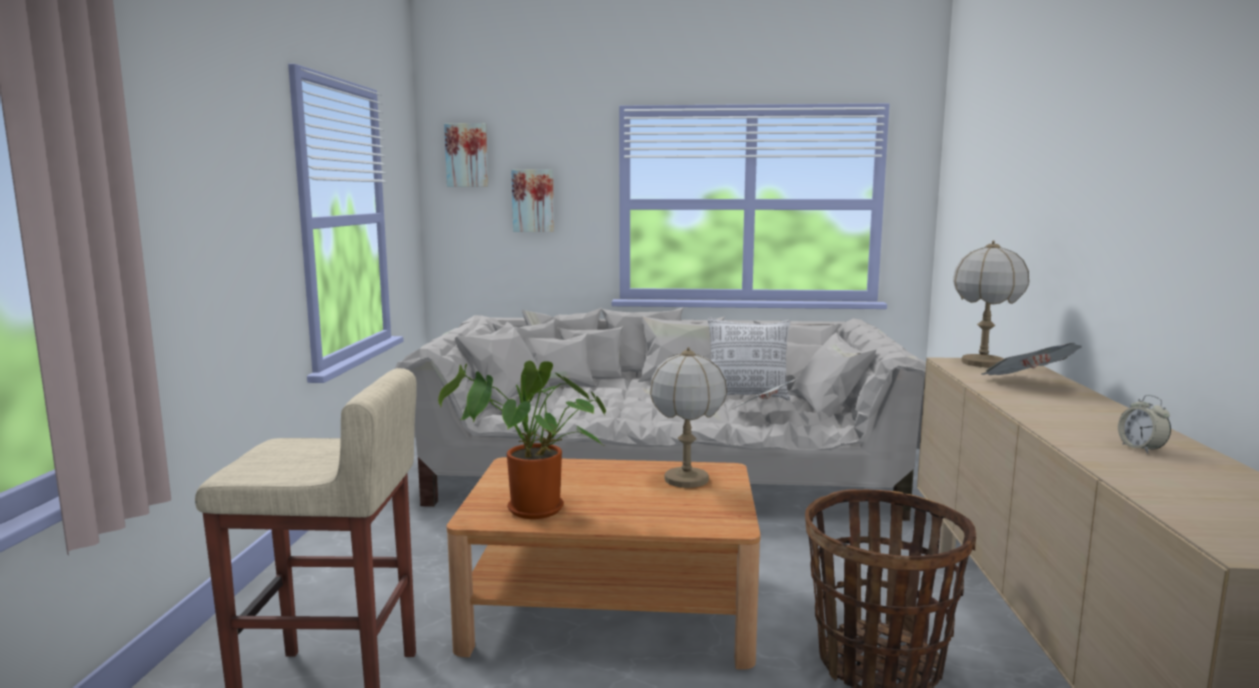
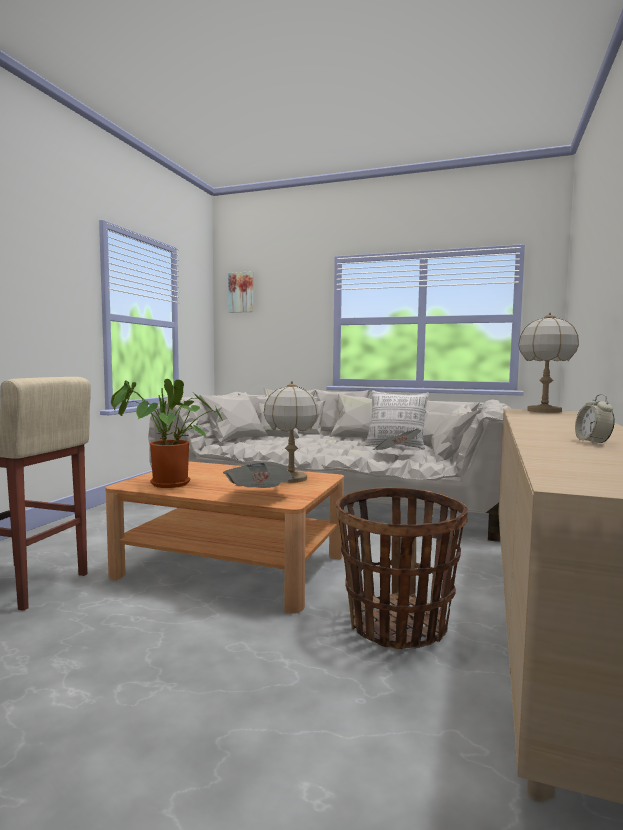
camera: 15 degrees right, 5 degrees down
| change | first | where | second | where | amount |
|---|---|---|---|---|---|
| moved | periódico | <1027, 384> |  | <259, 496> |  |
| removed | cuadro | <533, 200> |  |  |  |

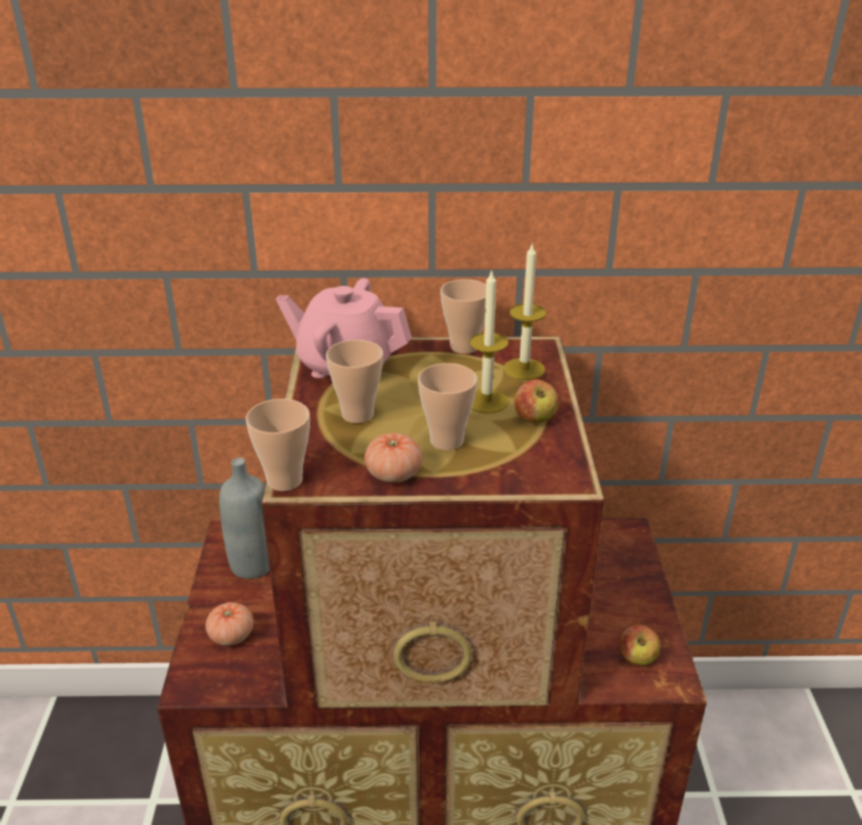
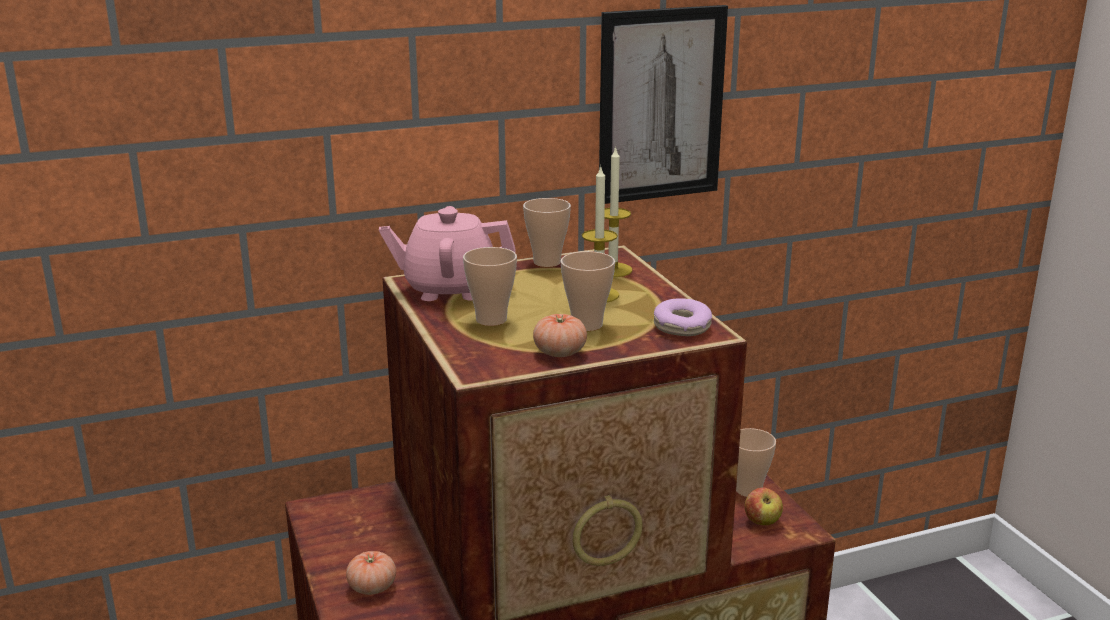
camera: 20 degrees left, 10 degrees down
| change | first | where | second | where | amount |
|---|---|---|---|---|---|
| added |  |  | cuadro | <661, 105> |  |
| added |  |  | rosquilla | <681, 327> |  |
| moved | taza | <284, 480> |  | <748, 490> |  |
| removed | botella (gris) | <252, 565> |  |  |  |
| removed | manzana | <535, 419> |  |  |  |

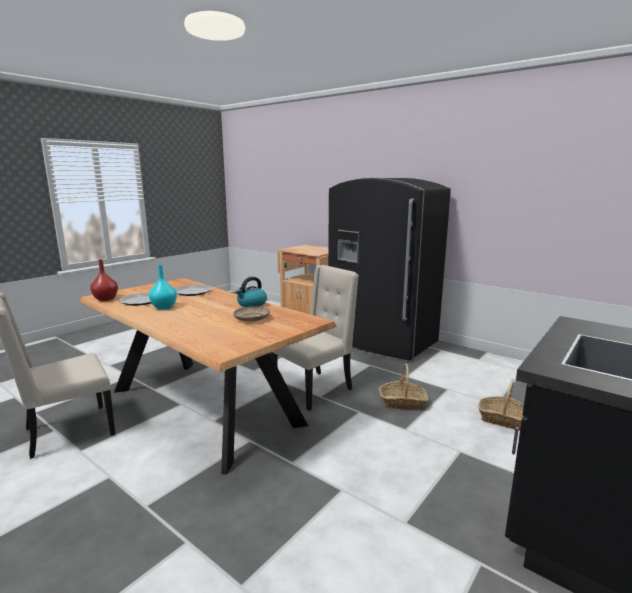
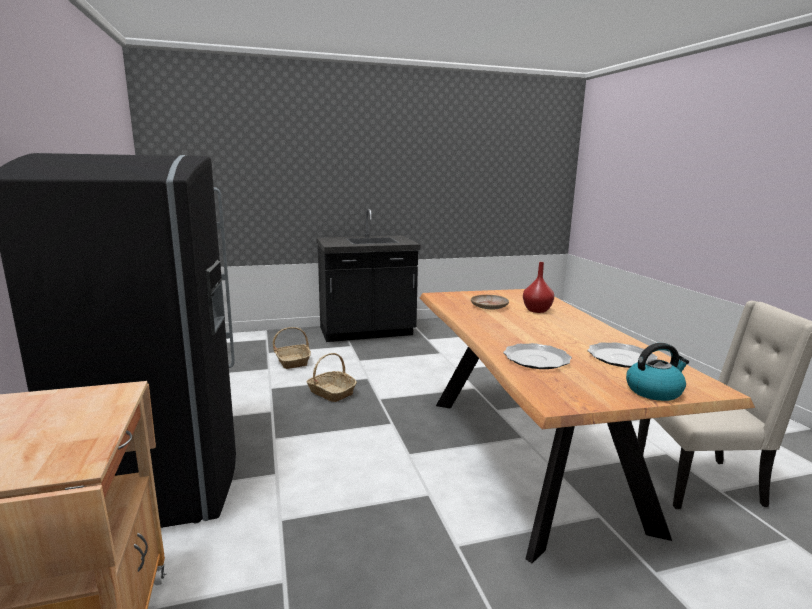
camera: 145 degrees left, 0 degrees up
| change | first | where | second | where | amount |
|---|---|---|---|---|---|
| moved | florero (rojo) | <106, 299> |  | <536, 310> |  |
| moved | hervidor | <251, 304> |  | <654, 391> |  |
| removed | florero (turquesa) | <163, 307> |  |  |  |
| removed | silla (beis) | <314, 389> |  |  |  |

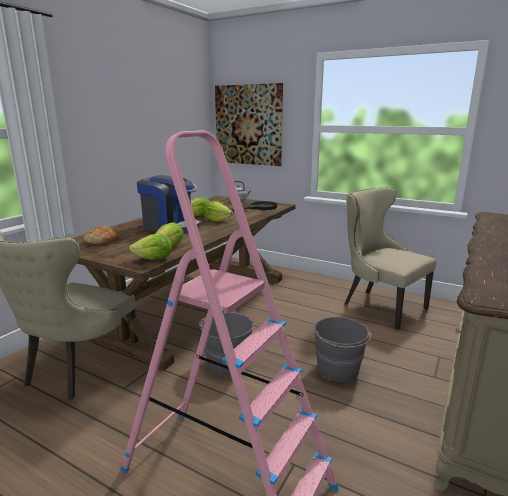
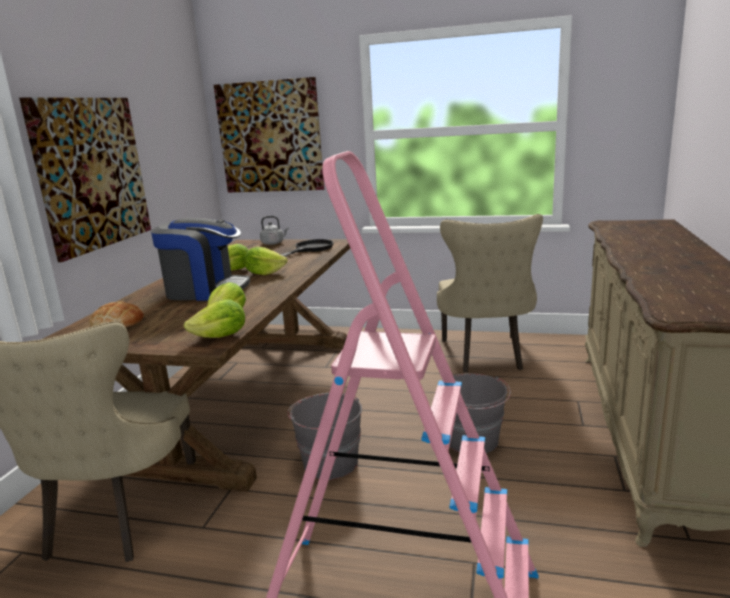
camera: 15 degrees left, 0 degrees up
| change | first | where | second | where | amount |
|---|---|---|---|---|---|
| added |  |  | cuadro | <92, 174> |  |
| turned | silla (beis) | <380, 306> |  | <485, 355> | 120 degrees counterclockwise |

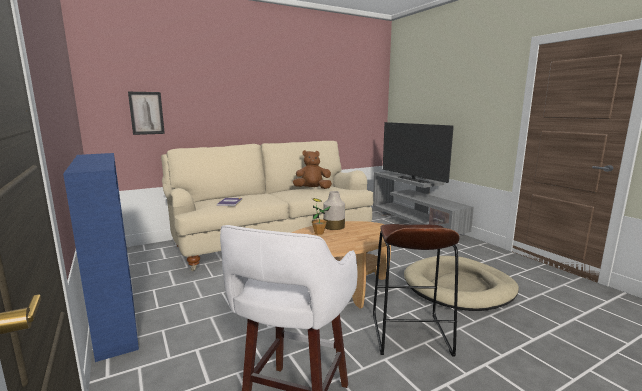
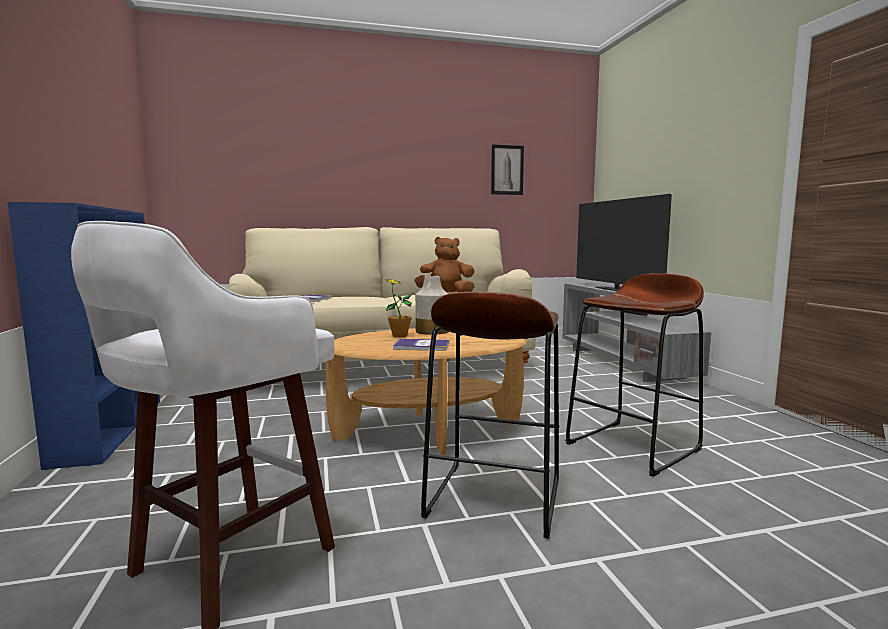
camera: 15 degrees right, 5 degrees down
| change | first | where | second | where | amount |
|---|---|---|---|---|---|
| added |  |  | libro | <421, 346> |  |
| moved | cuadro | <146, 113> |  | <507, 170> |  |
| replaced | cama para perro (beis) | <458, 287> | taburete (marrón) | <633, 446> |  |

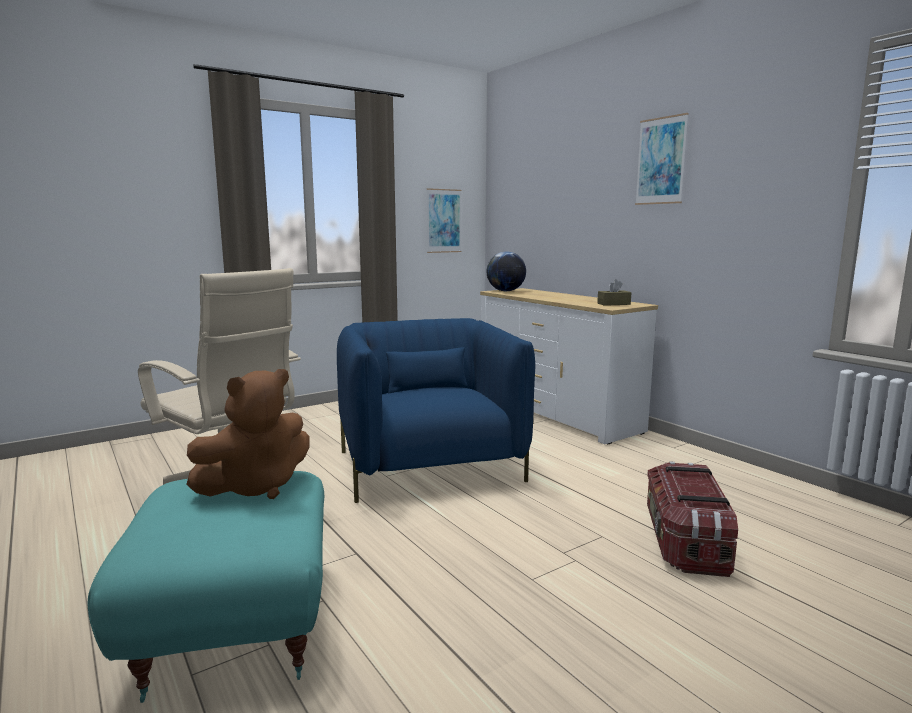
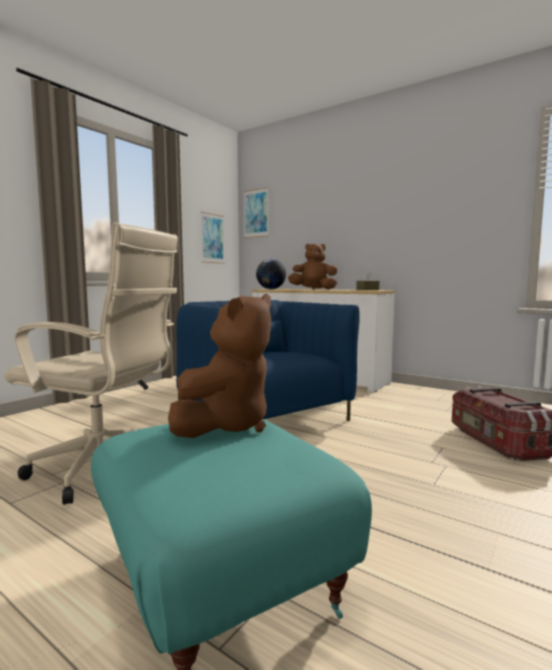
camera: 20 degrees left, 5 degrees down
| change | first | where | second | where | amount |
|---|---|---|---|---|---|
| moved | cuadro | <661, 161> |  | <256, 213> |  |
| added |  |  | peluche (marrón) | <313, 289> |  |

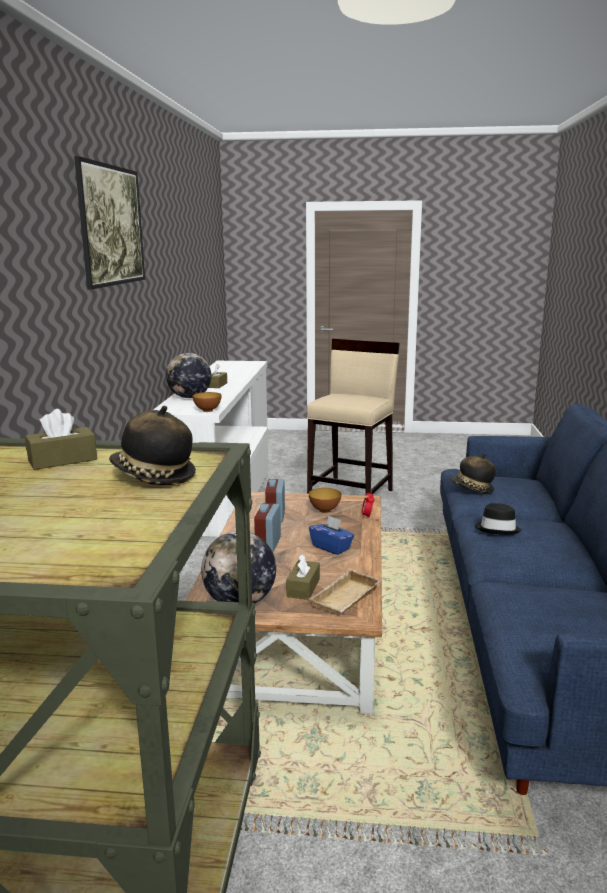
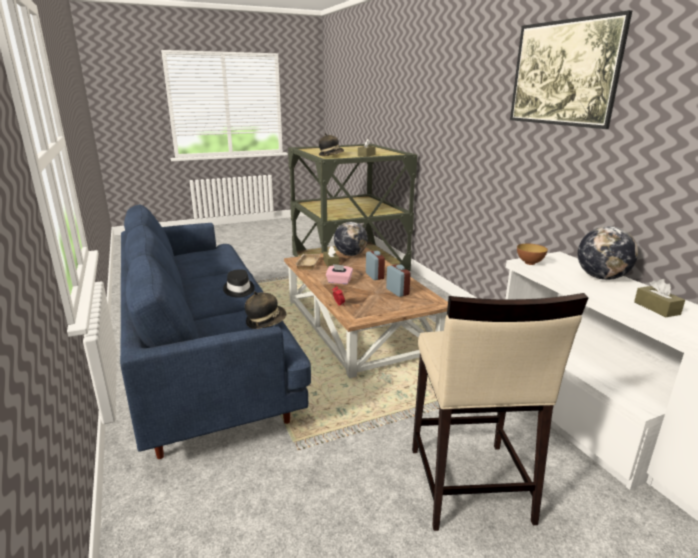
camera: 150 degrees right, 5 degrees up
| change | first | where | second | where | amount |
|---|---|---|---|---|---|
| recoloured | caja de pañuelos (azul) | <331, 547> | caja de pañuelos (rosa) | <339, 282> |  |
| removed | cuenco | <324, 510> |  |  |  |

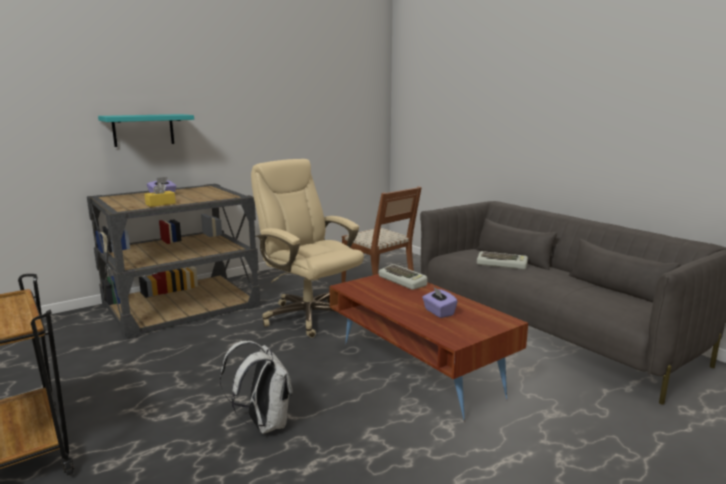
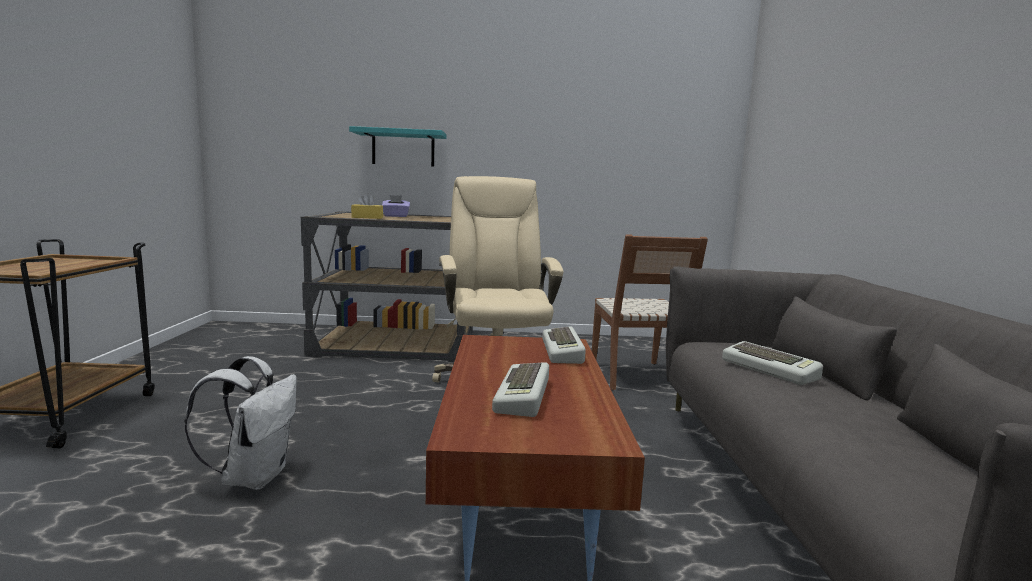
camera: 35 degrees right, 5 degrees down
| change | first | where | second | where | amount |
|---|---|---|---|---|---|
| replaced | caja de pañuelos (morado) | <438, 312> | teclado | <525, 396> |  |

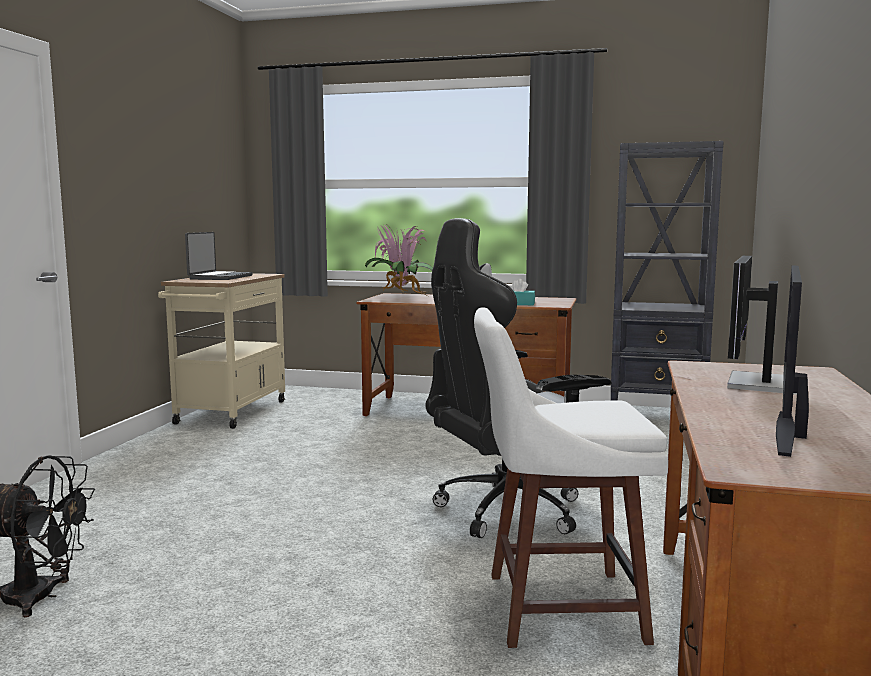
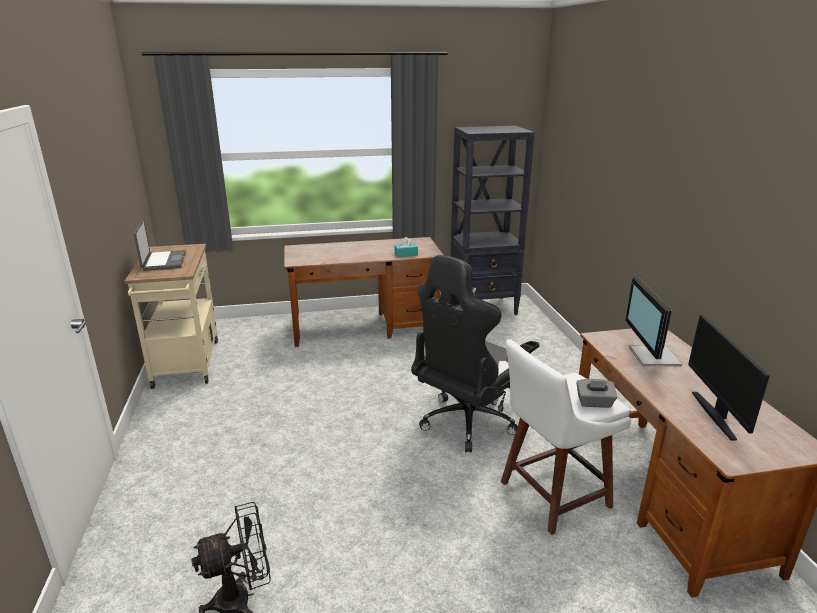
camera: 25 degrees left, 15 degrees up
| change | first | where | second | where | amount |
|---|---|---|---|---|---|
| added |  |  | caja de pañuelos (gris) | <594, 403> |  |
| removed | planta en maceta | <400, 296> |  |  |  |

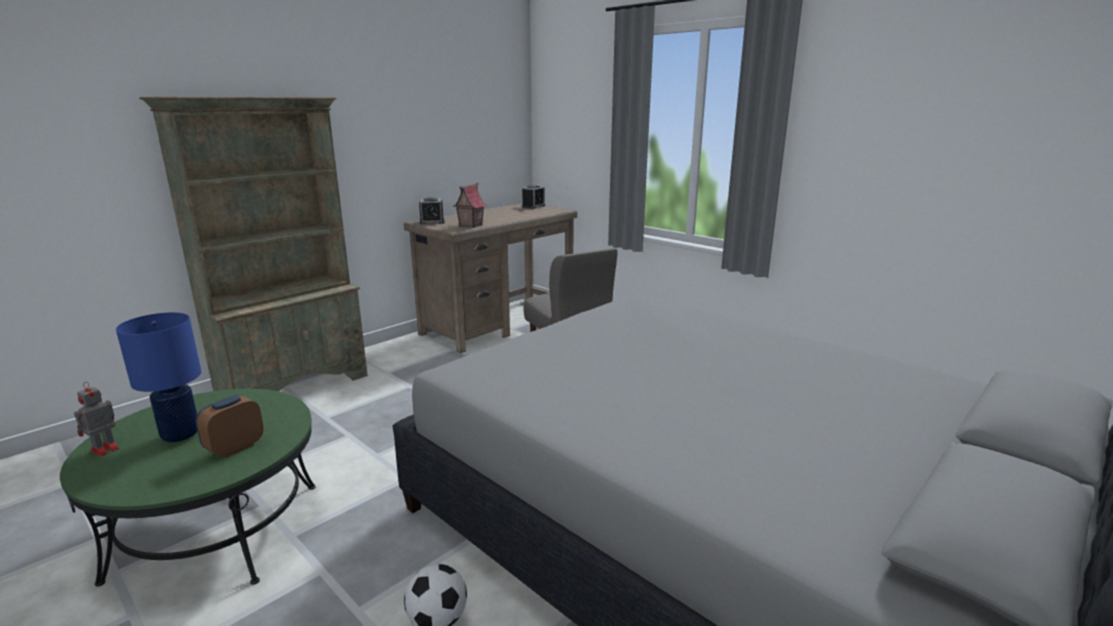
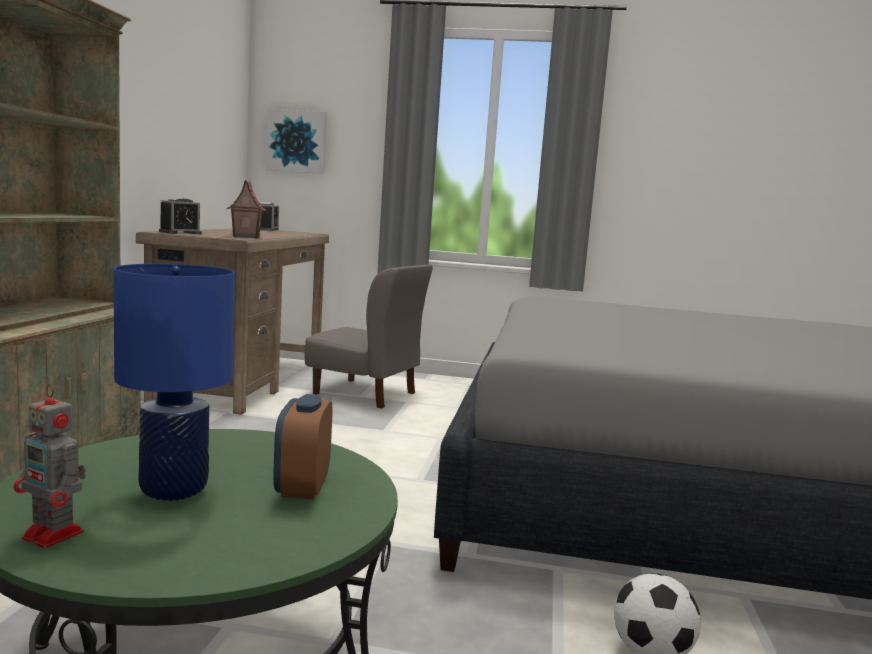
camera: 35 degrees left, 10 degrees down
| change | first | where | second | where | amount |
|---|---|---|---|---|---|
| turned | robot de juguete | <103, 450> |  | <55, 535> | 60 degrees counterclockwise |
| added |  |  | cuadro | <297, 141> |  |

